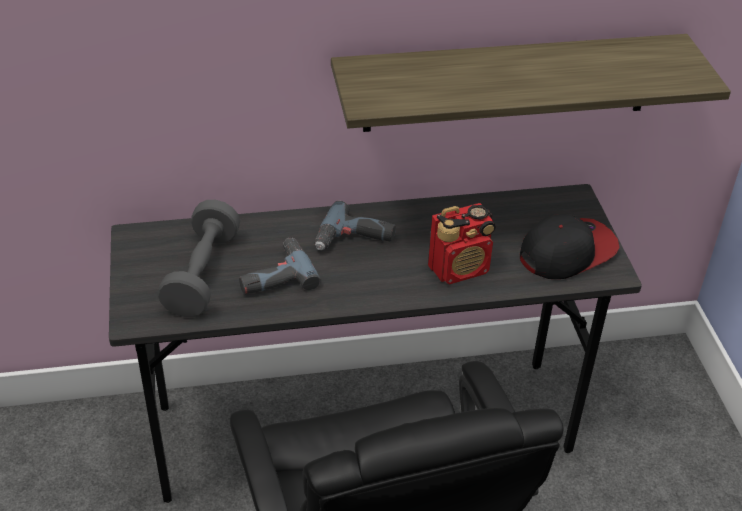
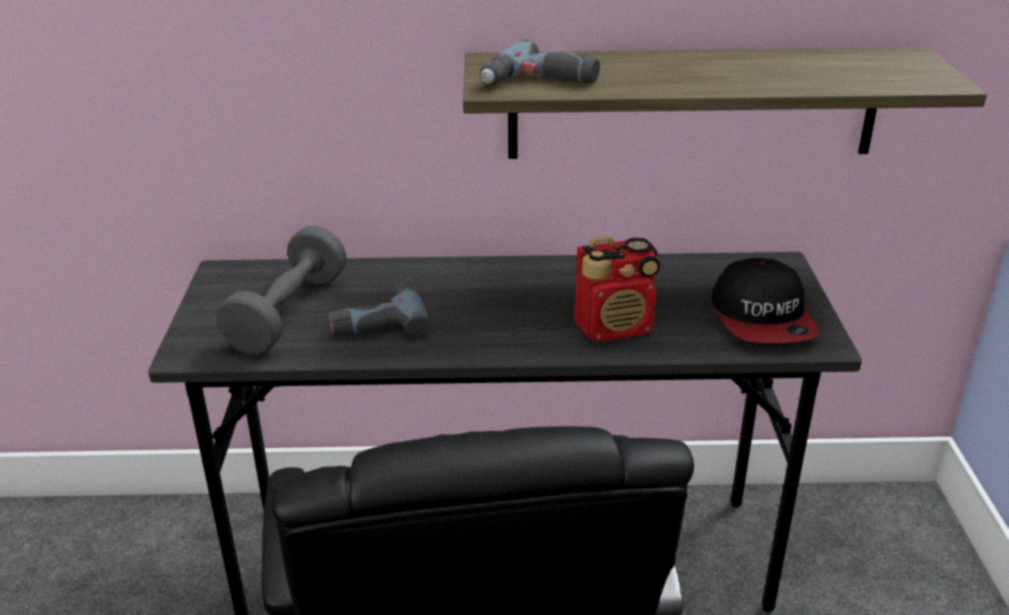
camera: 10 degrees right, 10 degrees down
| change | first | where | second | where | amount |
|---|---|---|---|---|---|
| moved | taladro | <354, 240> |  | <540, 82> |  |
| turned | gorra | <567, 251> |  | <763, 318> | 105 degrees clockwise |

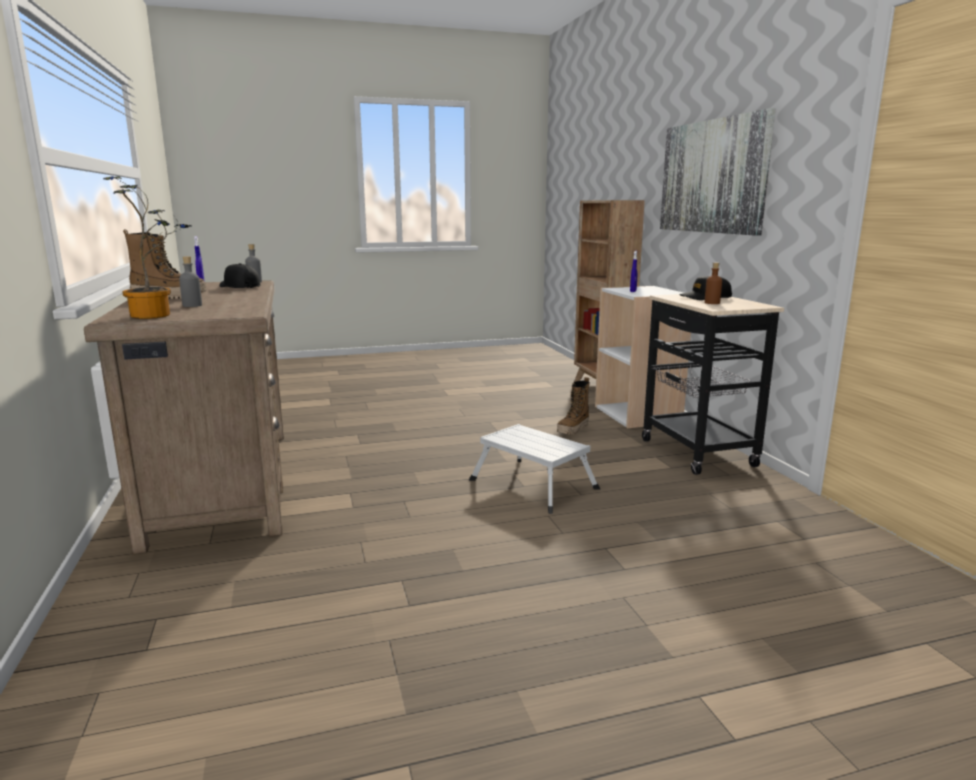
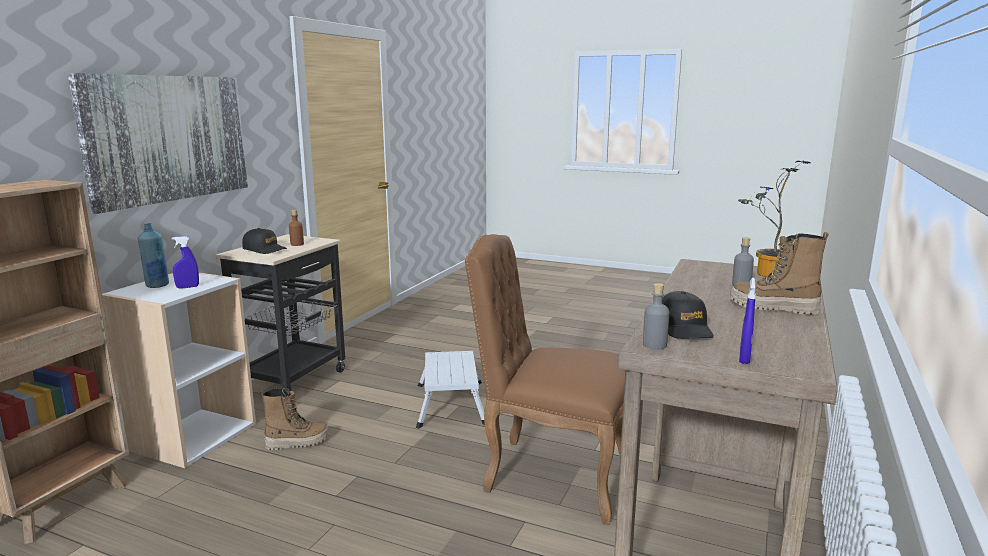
camera: 140 degrees left, 0 degrees up
| change | first | where | second | where | amount |
|---|---|---|---|---|---|
| added |  |  | botella (azul) | <157, 285> |  |
| added |  |  | silla (marrón) | <552, 474> |  |

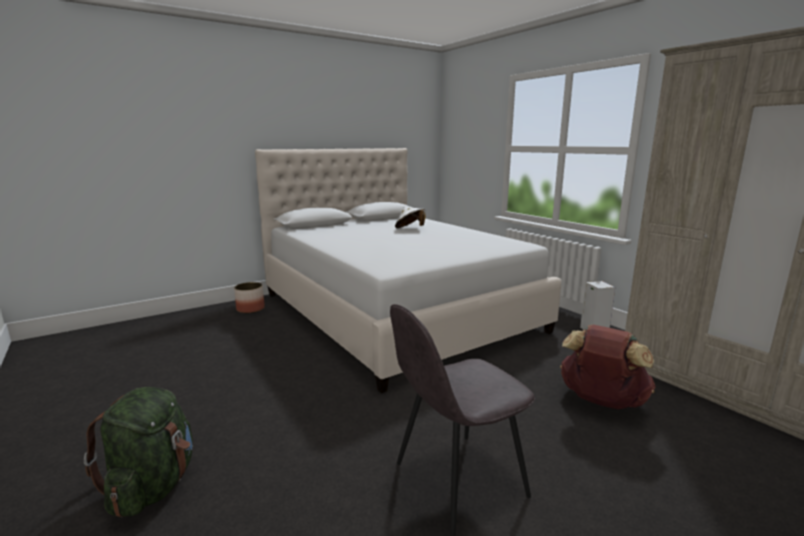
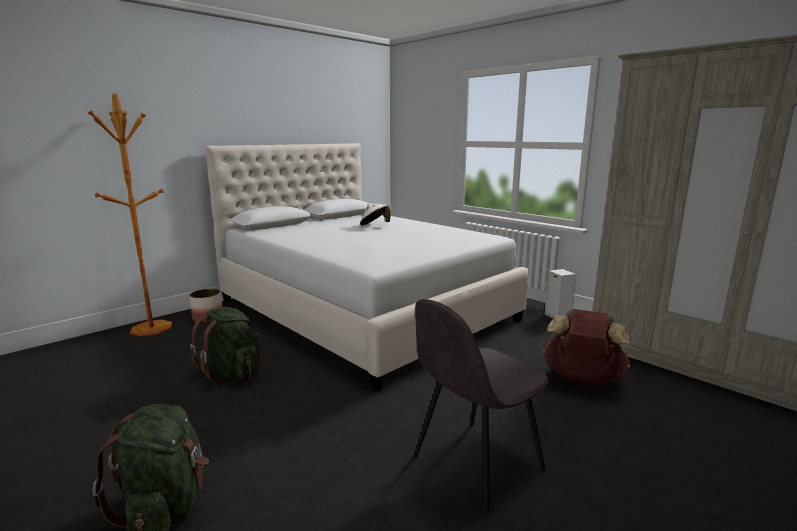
camera: 10 degrees left, 0 degrees up
| change | first | where | second | where | amount |
|---|---|---|---|---|---|
| added |  |  | perchero (naranja) | <151, 328> |  |
| added |  |  | mochila (verde) | <233, 372> |  |

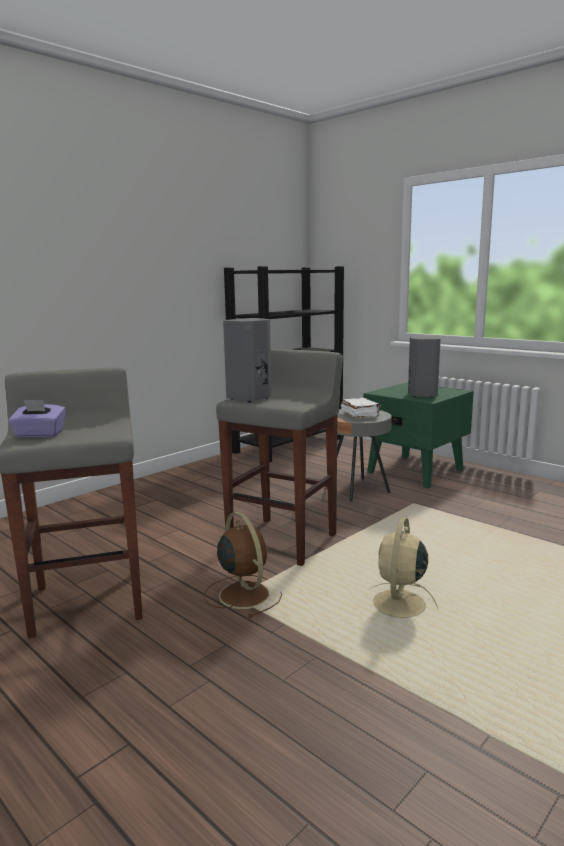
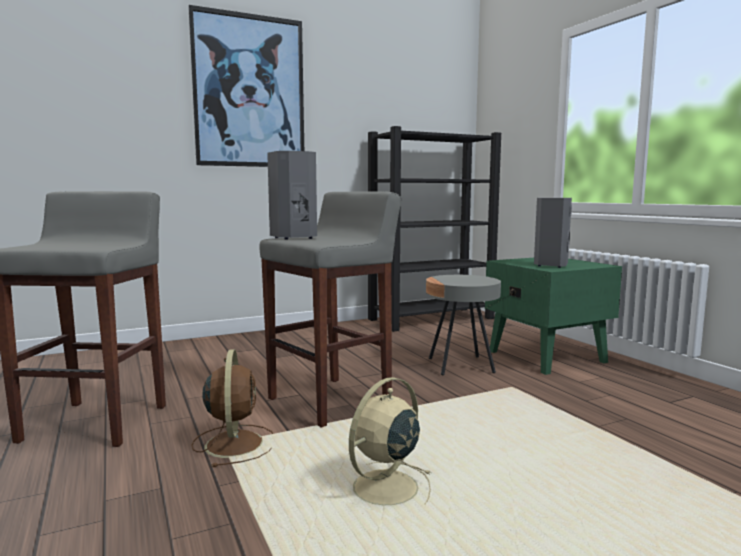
camera: 20 degrees right, 5 degrees down
| change | first | where | second | where | amount |
|---|---|---|---|---|---|
| added |  |  | cuadro | <249, 92> |  |
| removed | caja de pañuelos (morado) | <39, 434> |  |  |  |
| removed | libro (blanco) | <360, 415> |  |  |  |

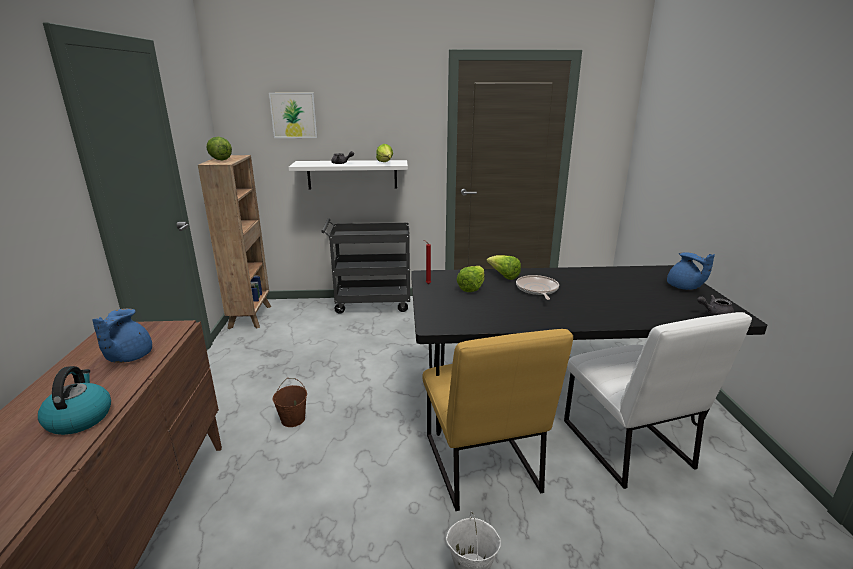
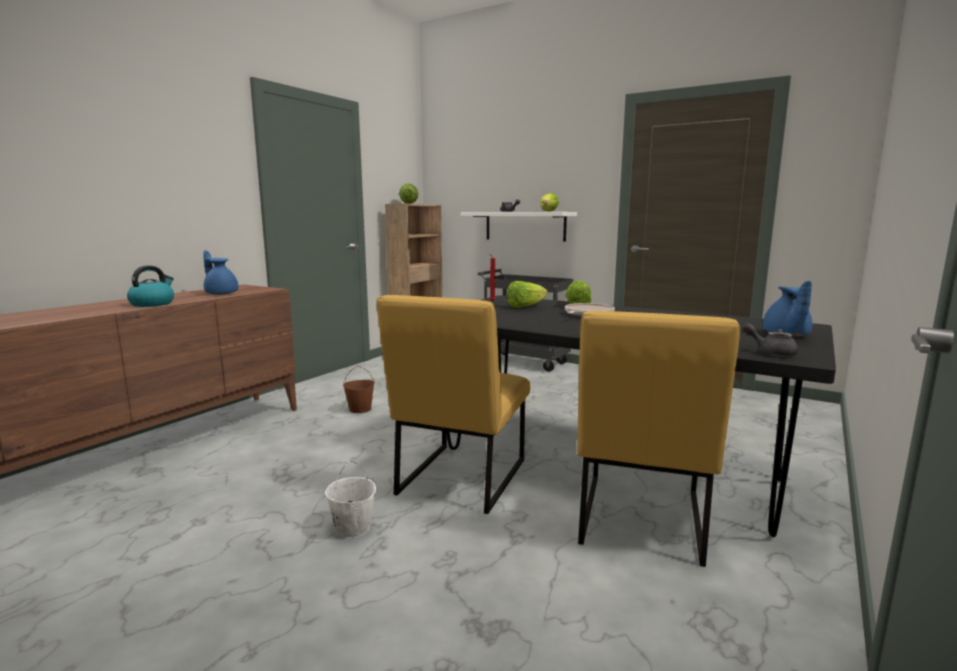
camera: 35 degrees right, 10 degrees down
| change | first | where | second | where | amount |
|---|---|---|---|---|---|
| turned | tetera (azul) | <128, 357> |  | <221, 293> | 90 degrees clockwise |
| recoloured | silla (blanco) | <628, 446> | silla (amarillo) | <640, 519> |  |
| removed | cuadro | <293, 115> |  |  |  |

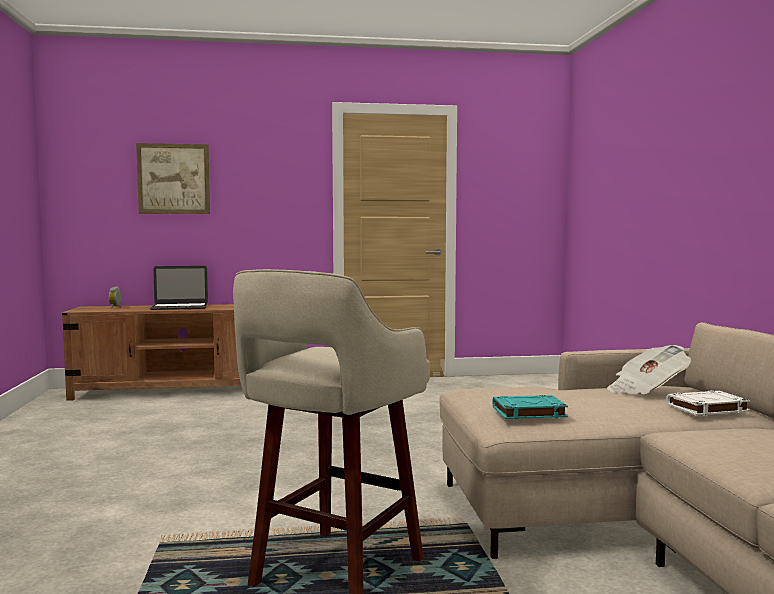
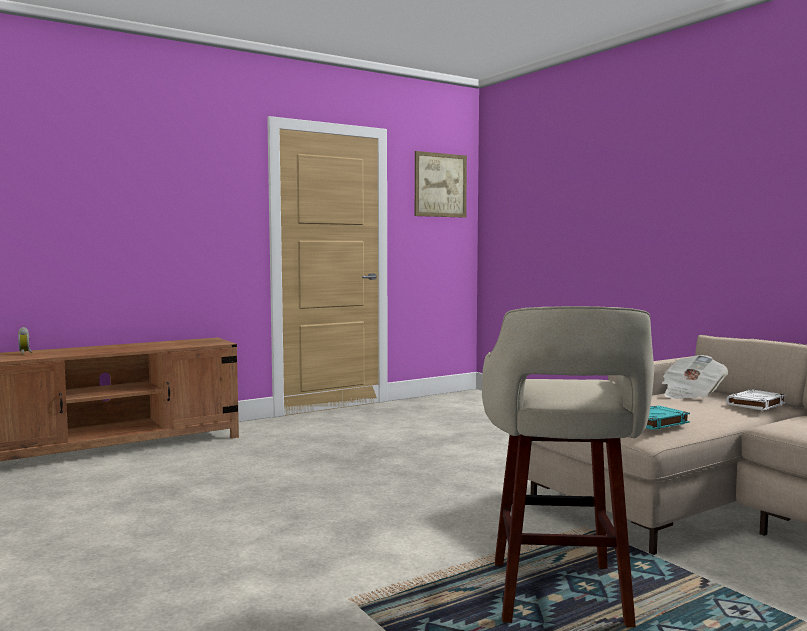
camera: 25 degrees left, 0 degrees up
| change | first | where | second | where | amount |
|---|---|---|---|---|---|
| moved | cuadro | <173, 179> |  | <440, 185> |  |
| removed | portátil | <179, 307> |  |  |  |

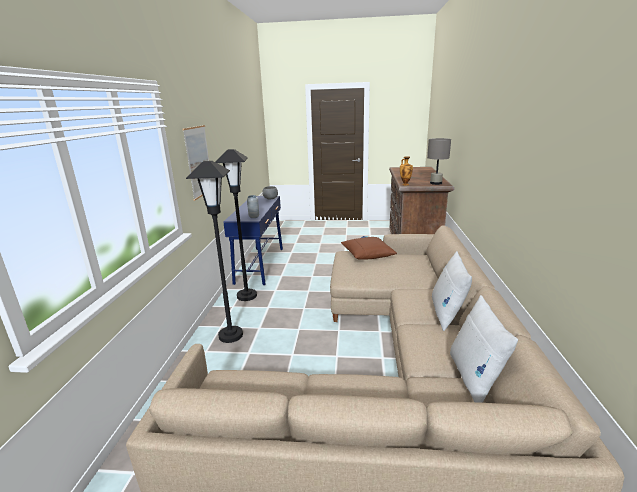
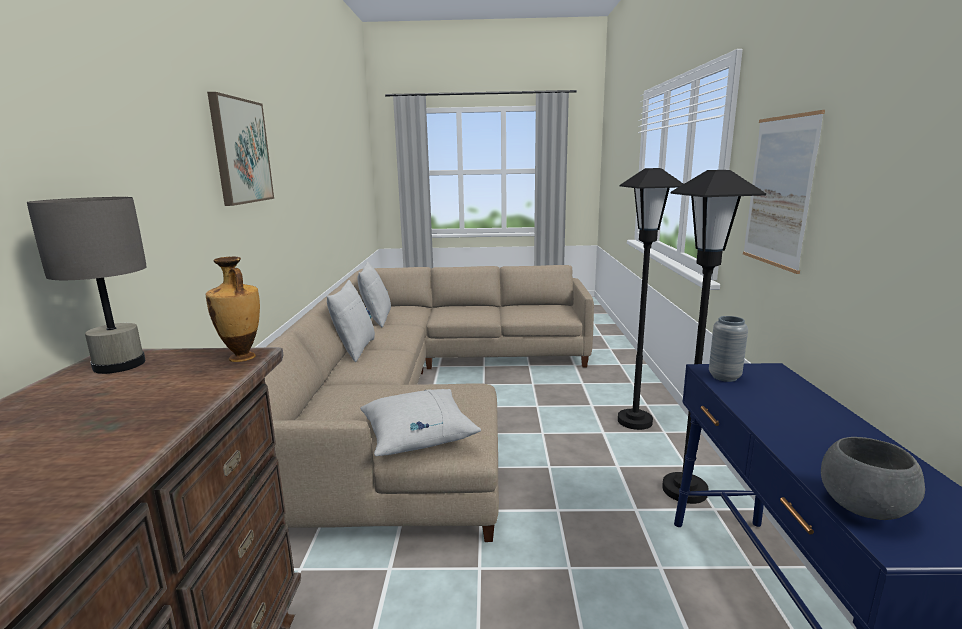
camera: 175 degrees right, 5 degrees down
| change | first | where | second | where | amount |
|---|---|---|---|---|---|
| added |  |  | cuadro | <241, 151> |  |
| recoloured | cojín (marrón) | <367, 255> | cojín (gris) | <418, 436> |  |

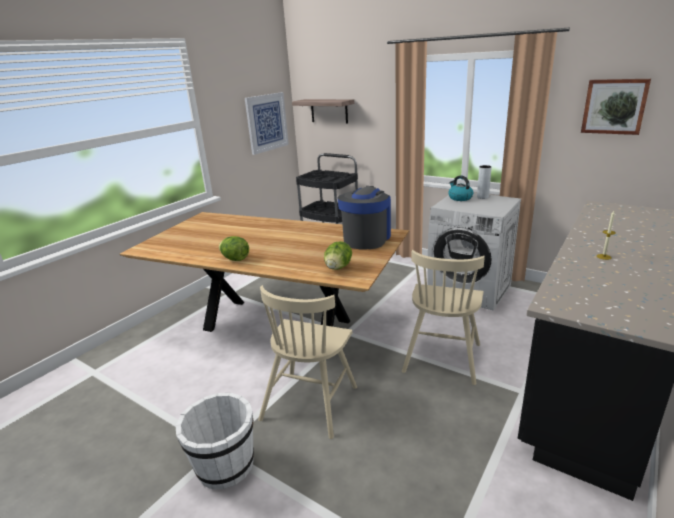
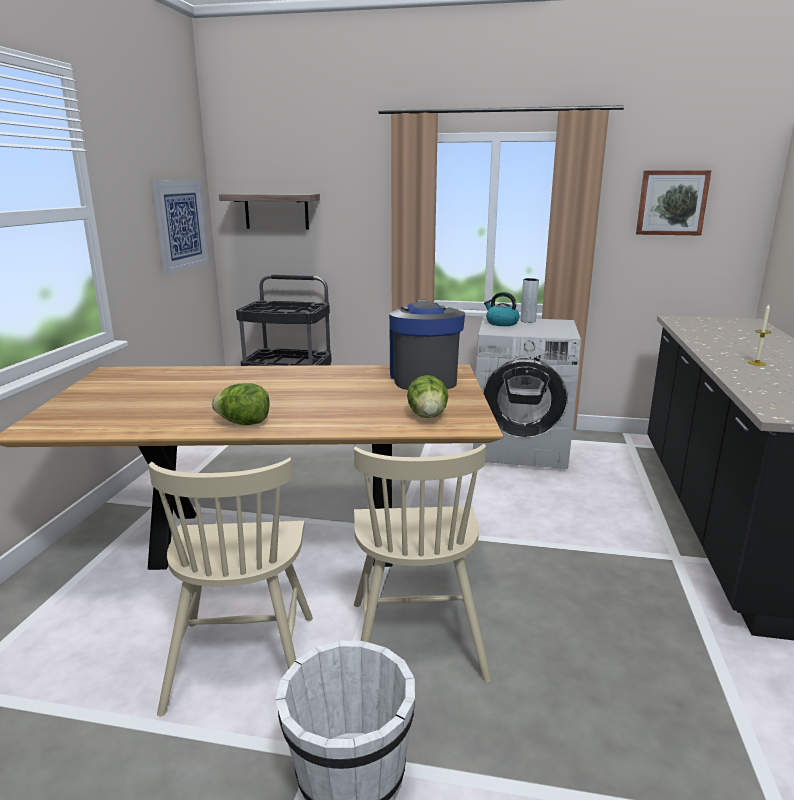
camera: 25 degrees left, 5 degrees down
| change | first | where | second | where | amount |
|---|---|---|---|---|---|
| moved | silla (beis) | <442, 354> |  | <243, 654> |  |

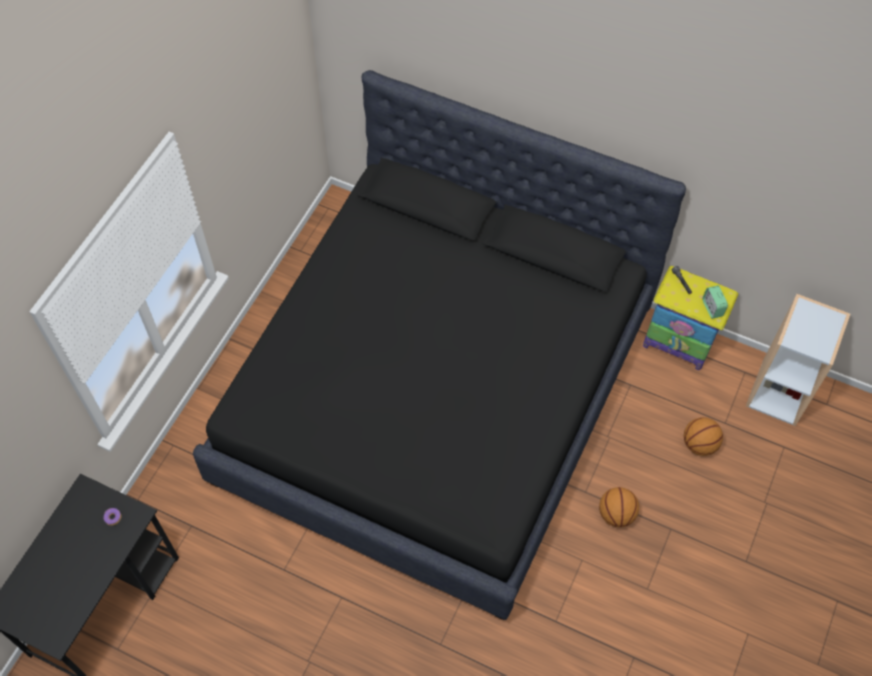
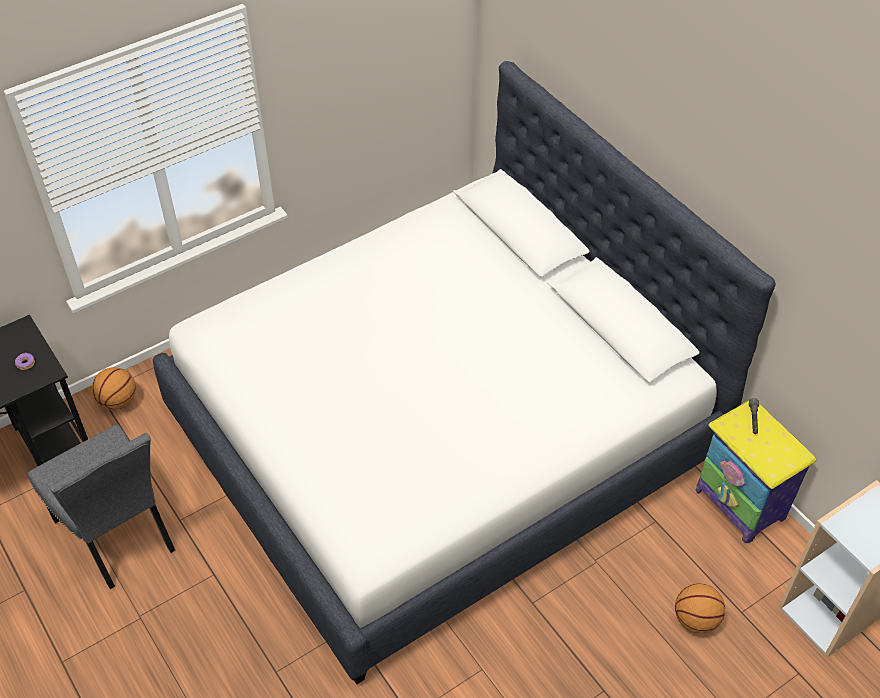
camera: 30 degrees right, 10 degrees down
| change | first | where | second | where | amount |
|---|---|---|---|---|---|
| added |  |  | silla (gris) | <116, 530> |  |
| moved | balón de baloncesto | <616, 514> |  | <118, 401> |  |
| recoloured | cama (negro) | <436, 393> | cama (blanco) | <441, 433> |  |
| removed | despertador | <712, 308> |  |  |  |

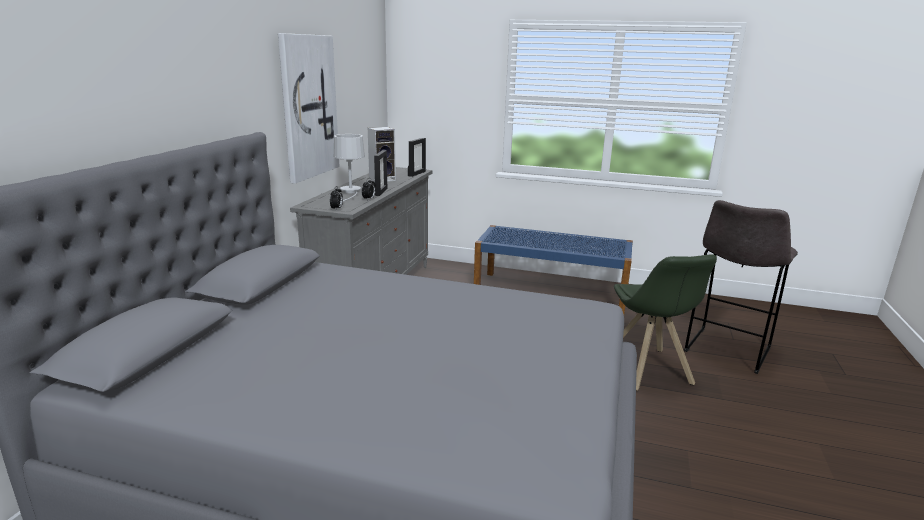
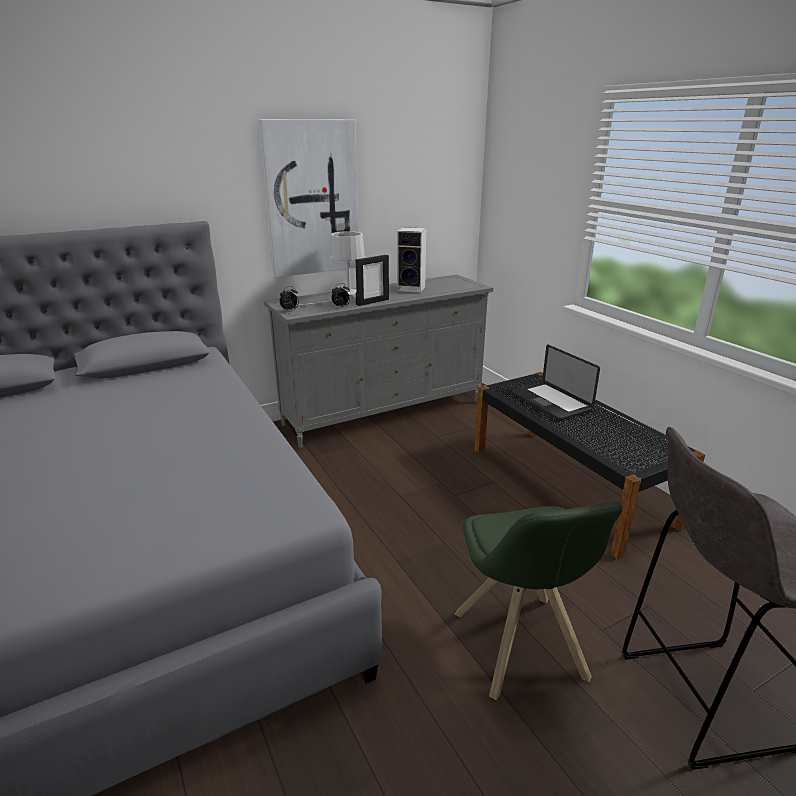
camera: 45 degrees right, 5 degrees up
| change | first | where | second | where | amount |
|---|---|---|---|---|---|
| turned | silla (verde) | <647, 369> |  | <520, 645> | 45 degrees counterclockwise |
| recoloured | banco (azul) | <550, 293> | banco (negro) | <569, 485> |  |
| added |  |  | portátil | <550, 402> |  |
| removed | portarretratos | <416, 173> |  |  |  |

